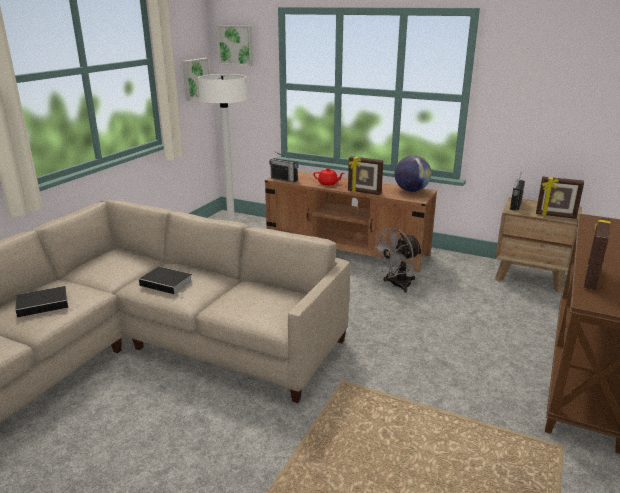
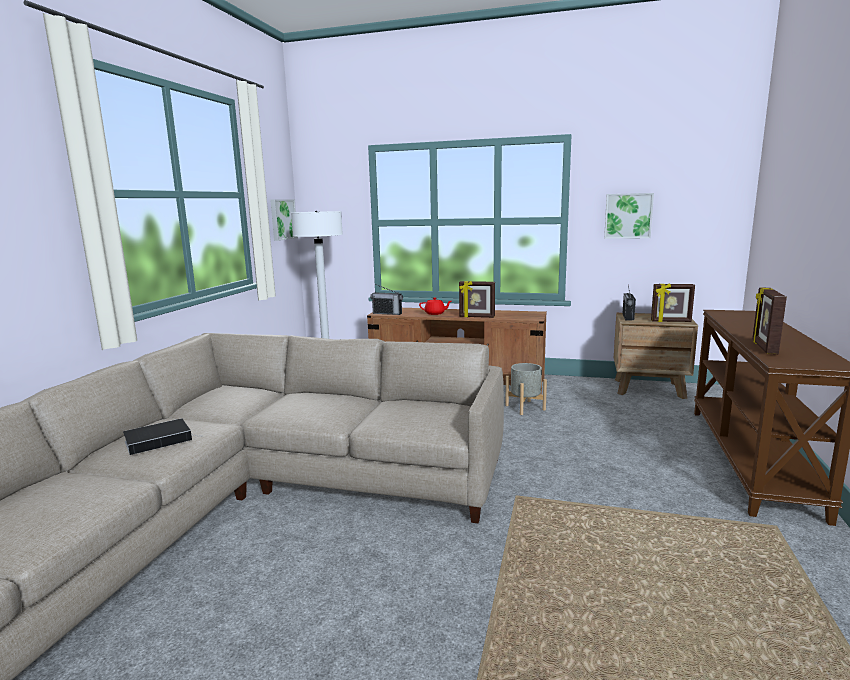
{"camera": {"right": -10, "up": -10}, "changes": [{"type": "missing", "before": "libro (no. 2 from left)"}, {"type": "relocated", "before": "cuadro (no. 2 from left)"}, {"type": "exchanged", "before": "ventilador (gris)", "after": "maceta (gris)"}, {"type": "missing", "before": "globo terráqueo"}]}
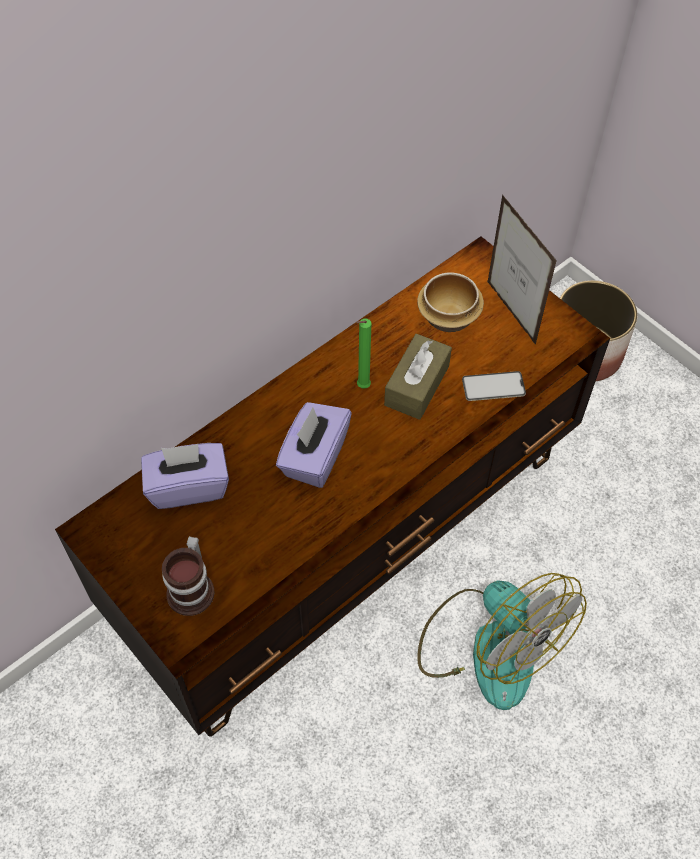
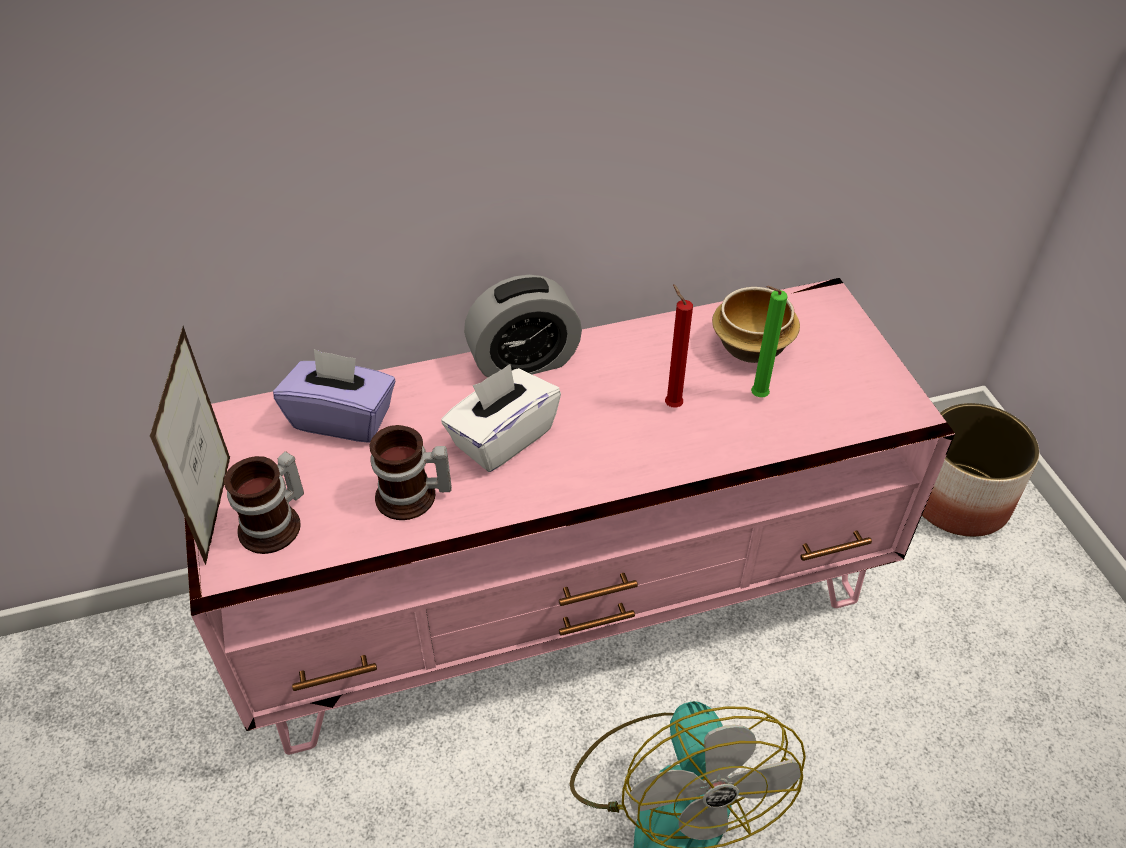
{"camera": {"right": 25, "up": -10}, "changes": [{"type": "colour", "before": "mueble de televisión (marrón)", "after": "mueble de televisión (rosa)"}, {"type": "colour", "before": "caja de pañuelos (morado) (no. 2 from left)", "after": "caja de pañuelos (blanco)"}, {"type": "relocated", "before": "vela (verde)"}, {"type": "exchanged", "before": "caja de pañuelos (marrón)", "after": "vela (rojo)"}, {"type": "missing", "before": "móvil"}, {"type": "relocated", "before": "portarretratos"}, {"type": "appeared", "after": "taza grande (no. 2 from left)"}, {"type": "appeared", "after": "despertador"}]}
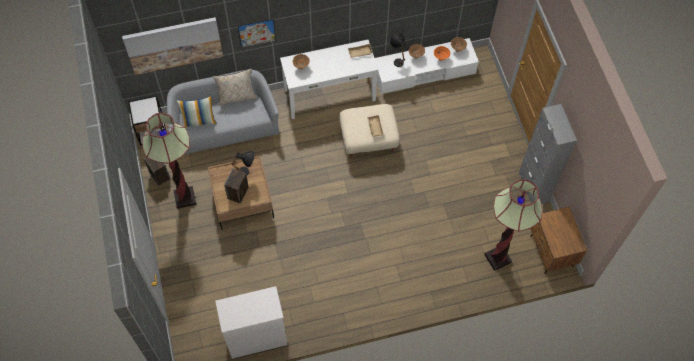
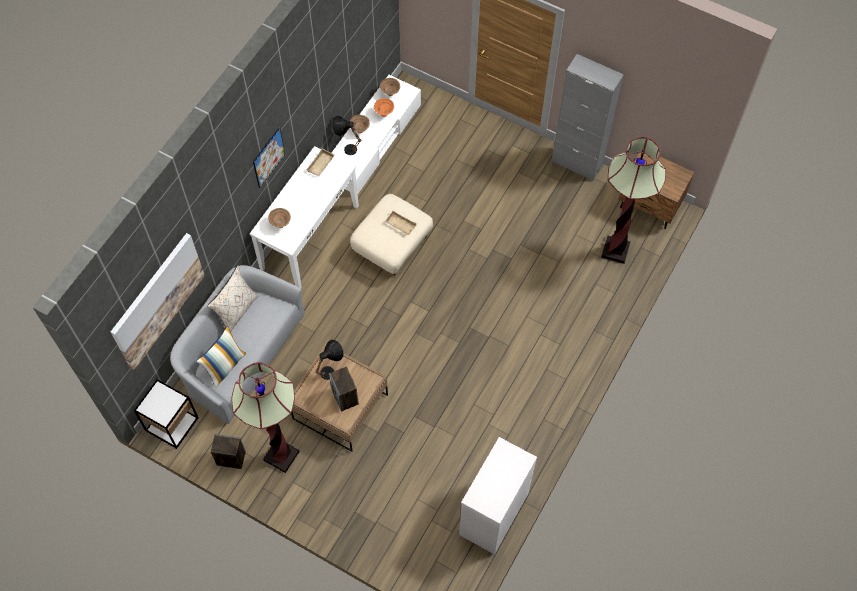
{"camera": {"right": -45, "up": 0}, "changes": [{"type": "relocated", "before": "cuadro (no. 2 from left)"}]}
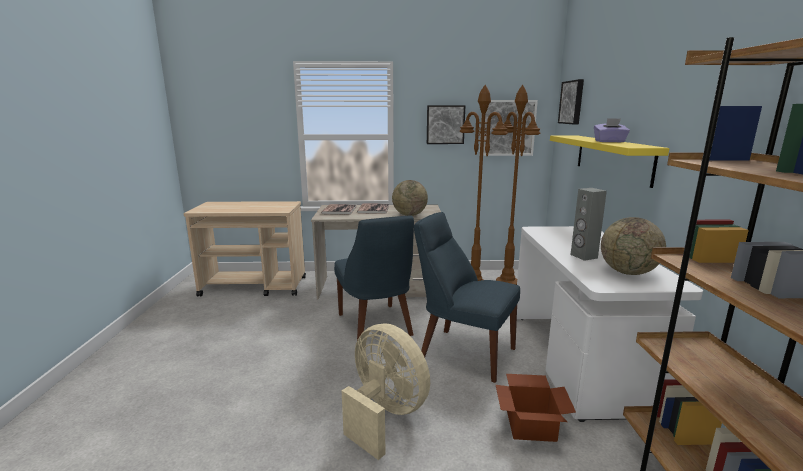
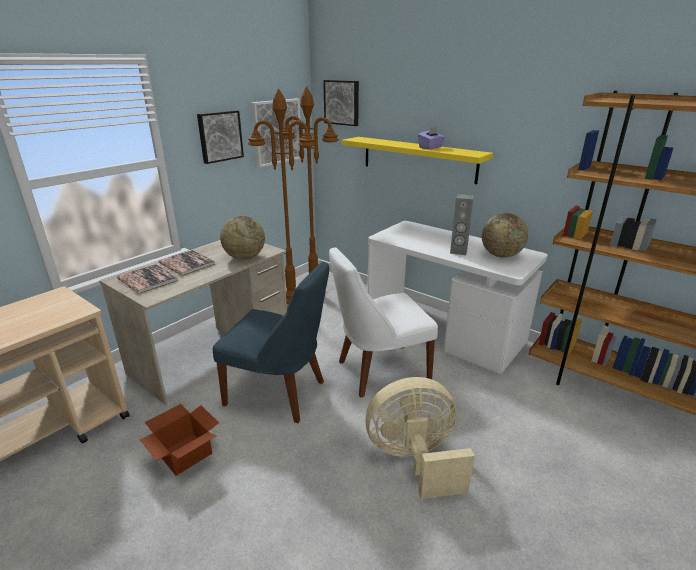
{"camera": {"right": -50, "up": 10}, "changes": [{"type": "colour", "before": "silla (azul) (no. 2 from left)", "after": "silla (blanco)"}, {"type": "relocated", "before": "caja de cartón"}]}
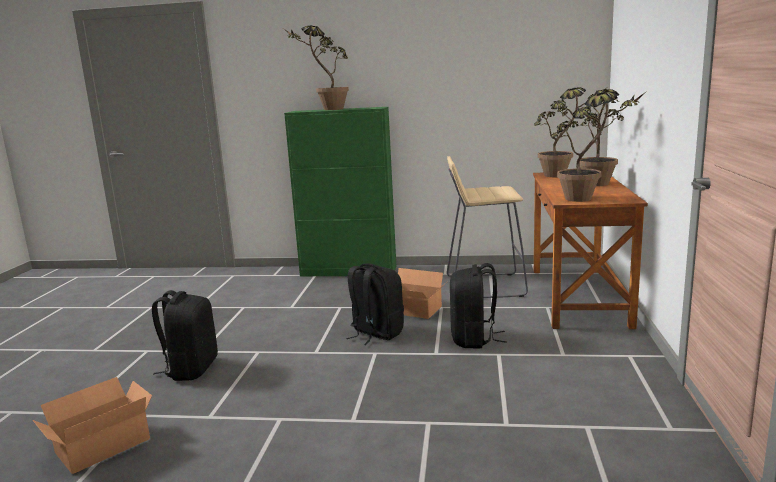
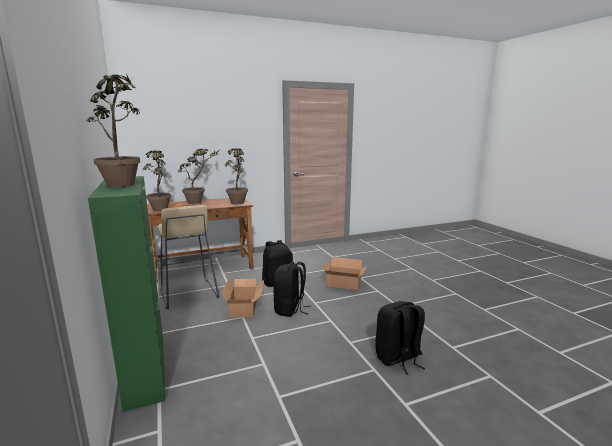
{"camera": {"right": -120, "up": 0}, "changes": [{"type": "relocated", "before": "caja de cartón (no. 1 from left in the first image)", "after": "caja de cartón (no. 2 from left)"}]}
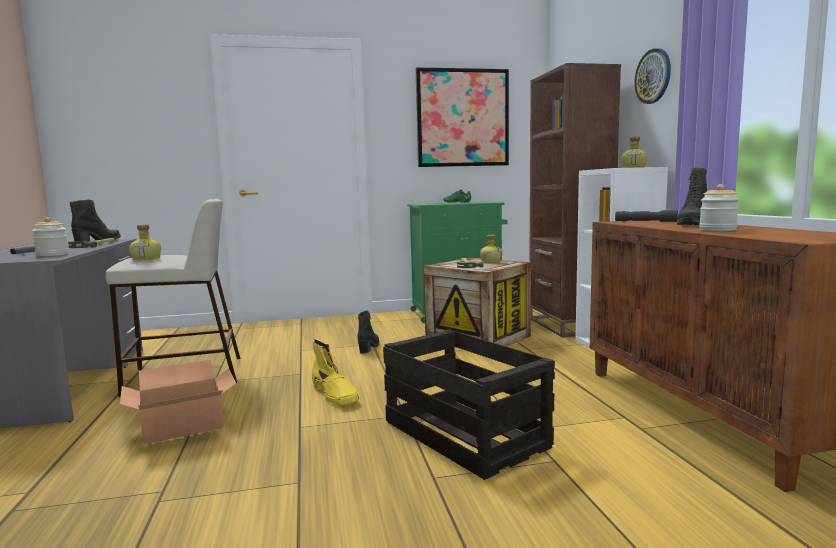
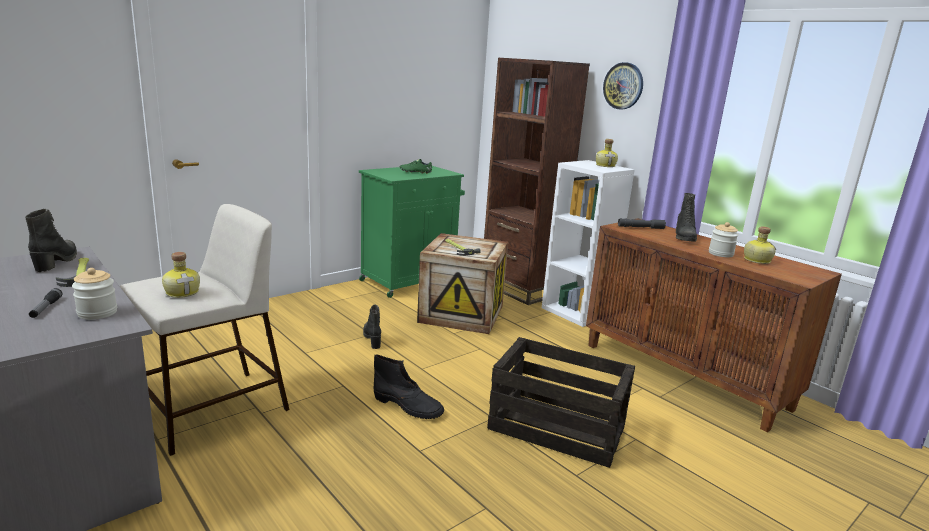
{"camera": {"right": -30, "up": 10}, "changes": [{"type": "missing", "before": "caja de cartón"}, {"type": "colour", "before": "bota (amarillo)", "after": "bota (negro) (no. 3 from left)"}, {"type": "missing", "before": "cuadro"}, {"type": "relocated", "before": "botella (no. 2 from left in the first image)", "after": "botella (no. 3 from left)"}]}
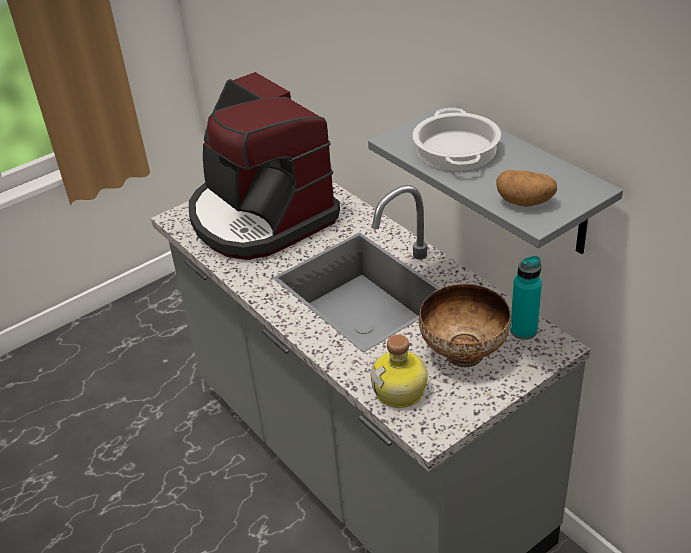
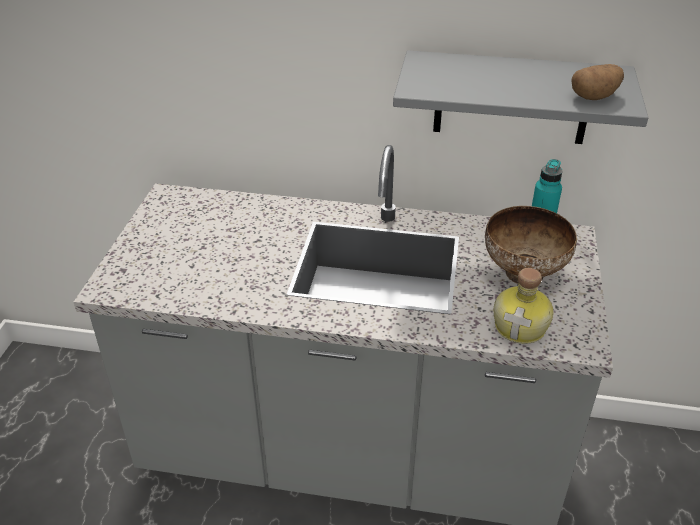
{"camera": {"right": -45, "up": 0}, "changes": [{"type": "missing", "before": "cafetera"}, {"type": "missing", "before": "olla"}]}
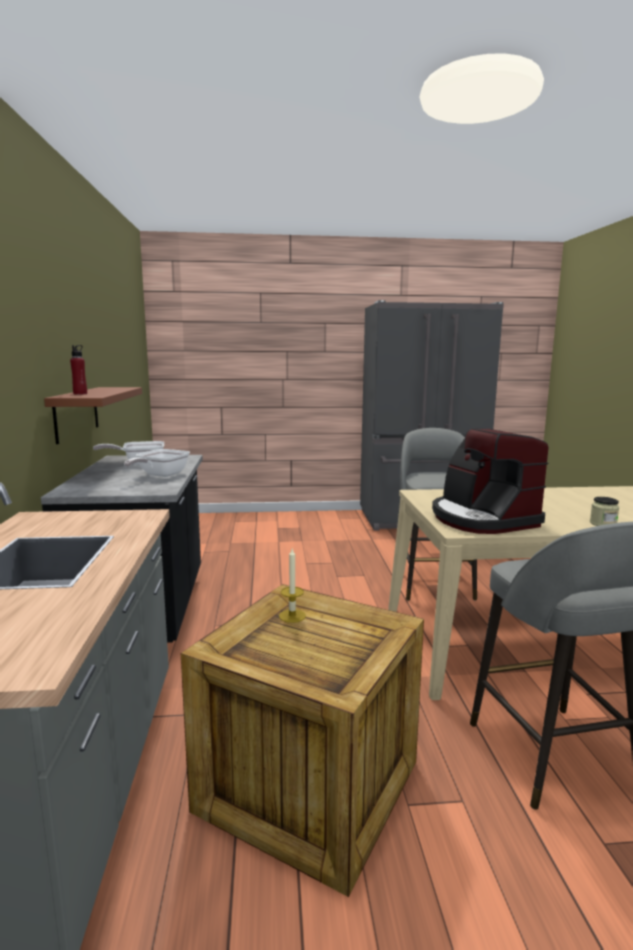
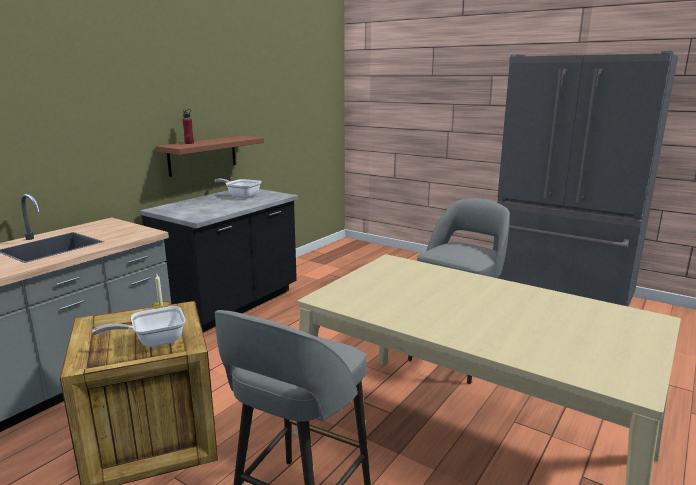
{"camera": {"right": 40, "up": 5}, "changes": [{"type": "relocated", "before": "sartén (no. 2 from left in the first image)", "after": "sartén (no. 1 from left)"}, {"type": "missing", "before": "cafetera"}, {"type": "missing", "before": "tarro"}]}
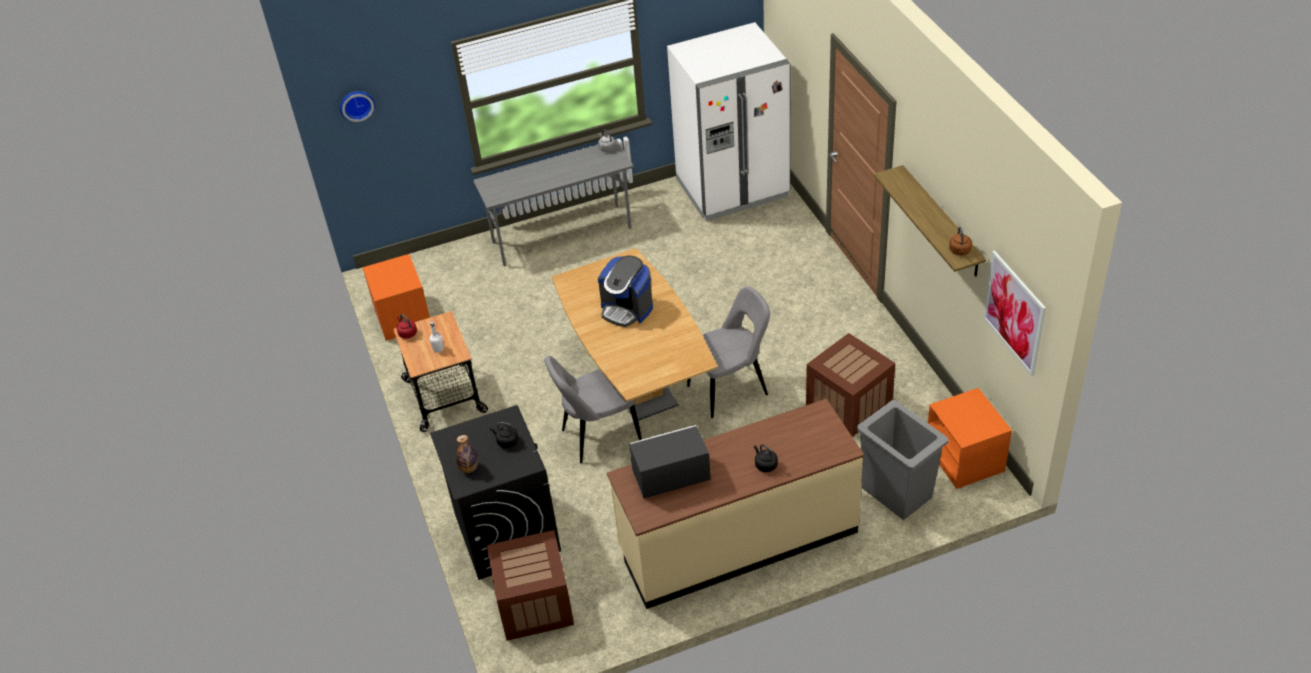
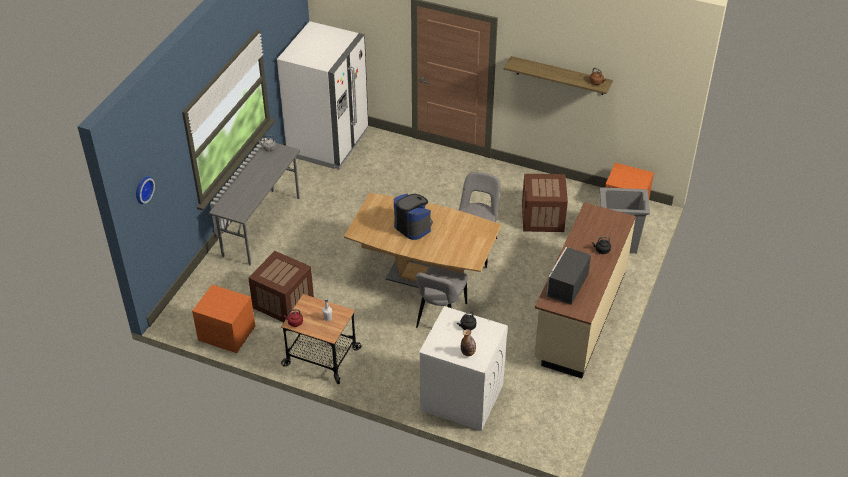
{"camera": {"right": -50, "up": 0}, "changes": [{"type": "colour", "before": "lavadora (negro)", "after": "lavadora (blanco)"}, {"type": "relocated", "before": "caja de embalaje (no. 1 from left)"}, {"type": "spun", "before": "cafetera", "turn": -120}, {"type": "missing", "before": "cuadro"}]}
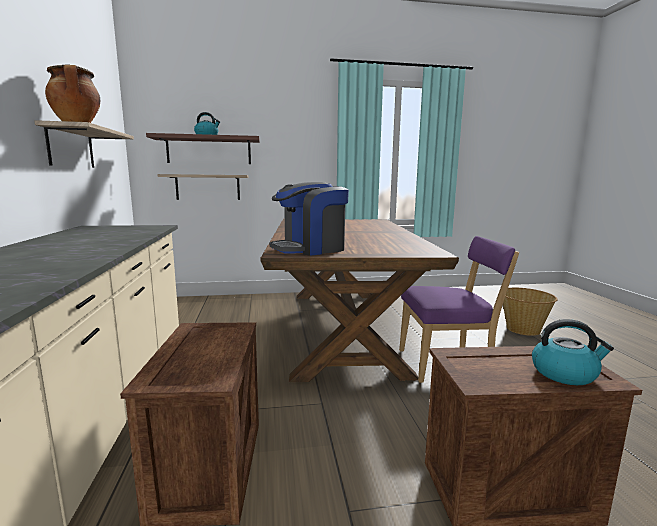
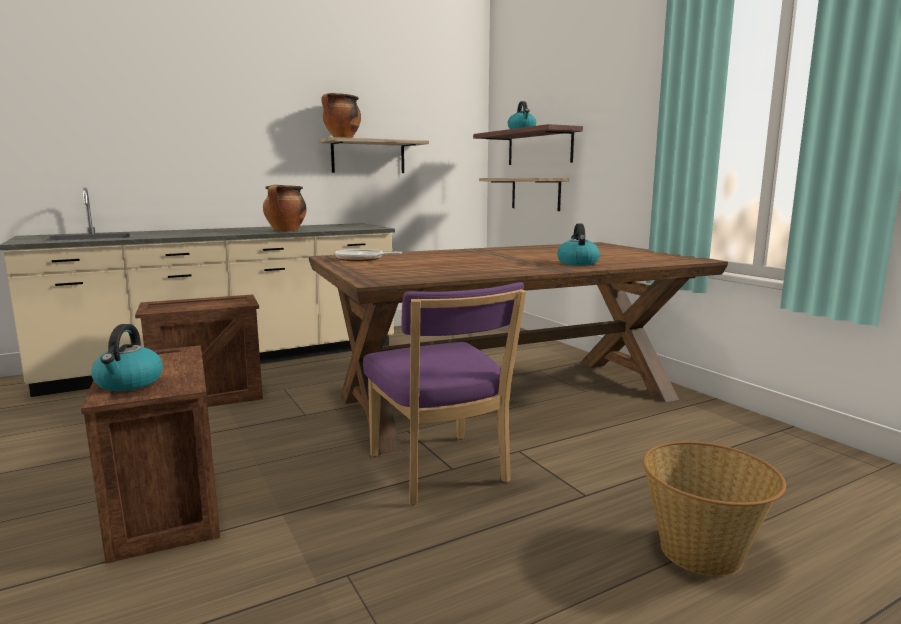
{"camera": {"right": 70, "up": 0}, "changes": [{"type": "exchanged", "before": "cafetera", "after": "sartén"}, {"type": "appeared", "after": "olla (no. 1 from left)"}, {"type": "appeared", "after": "hervidor (no. 3 from left)"}]}
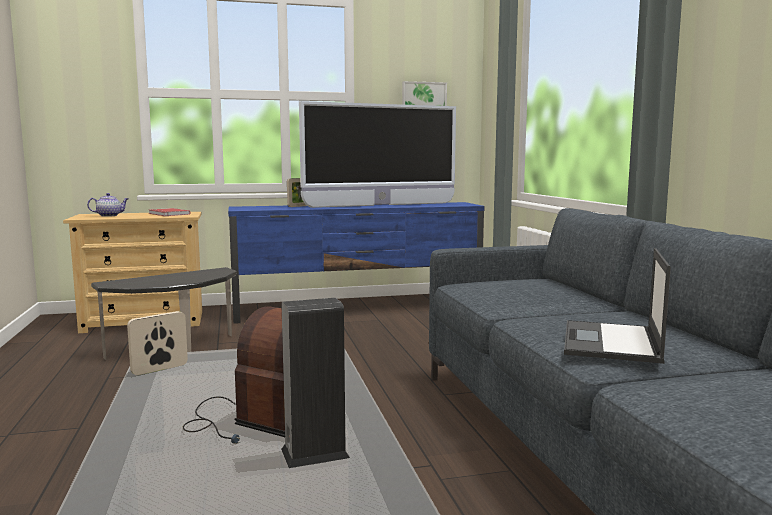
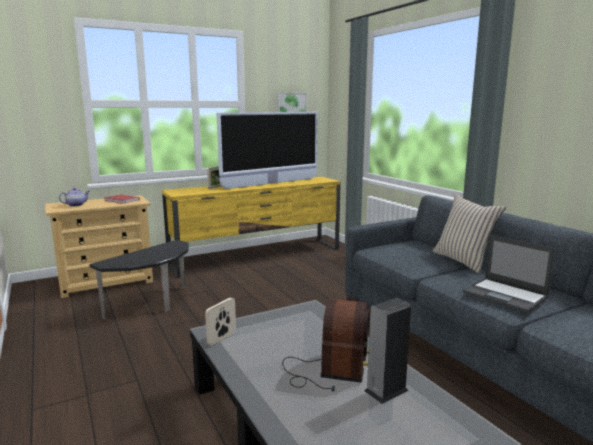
{"camera": {"right": -15, "up": 5}, "changes": [{"type": "colour", "before": "mueble de televisión (azul)", "after": "mueble de televisión (amarillo)"}, {"type": "spun", "before": "portátil", "turn": -45}, {"type": "appeared", "after": "cojín (beis)"}]}
